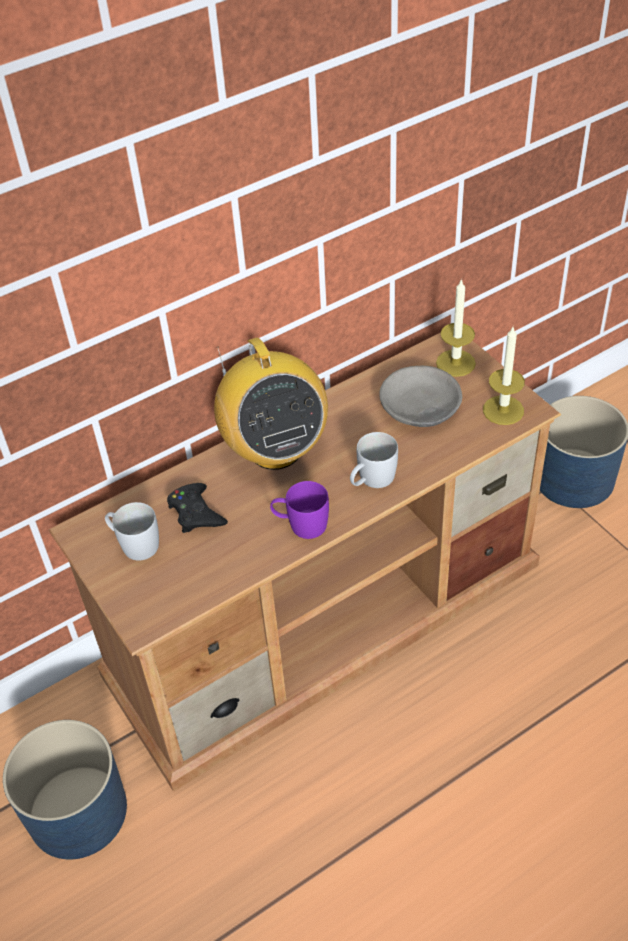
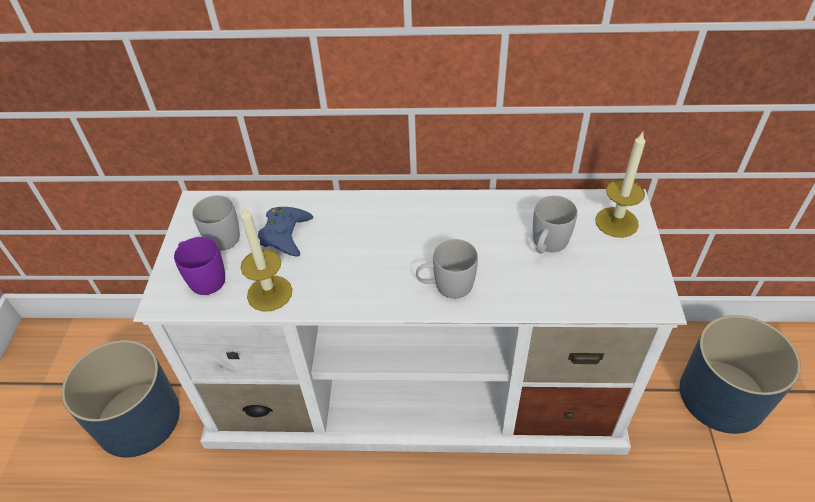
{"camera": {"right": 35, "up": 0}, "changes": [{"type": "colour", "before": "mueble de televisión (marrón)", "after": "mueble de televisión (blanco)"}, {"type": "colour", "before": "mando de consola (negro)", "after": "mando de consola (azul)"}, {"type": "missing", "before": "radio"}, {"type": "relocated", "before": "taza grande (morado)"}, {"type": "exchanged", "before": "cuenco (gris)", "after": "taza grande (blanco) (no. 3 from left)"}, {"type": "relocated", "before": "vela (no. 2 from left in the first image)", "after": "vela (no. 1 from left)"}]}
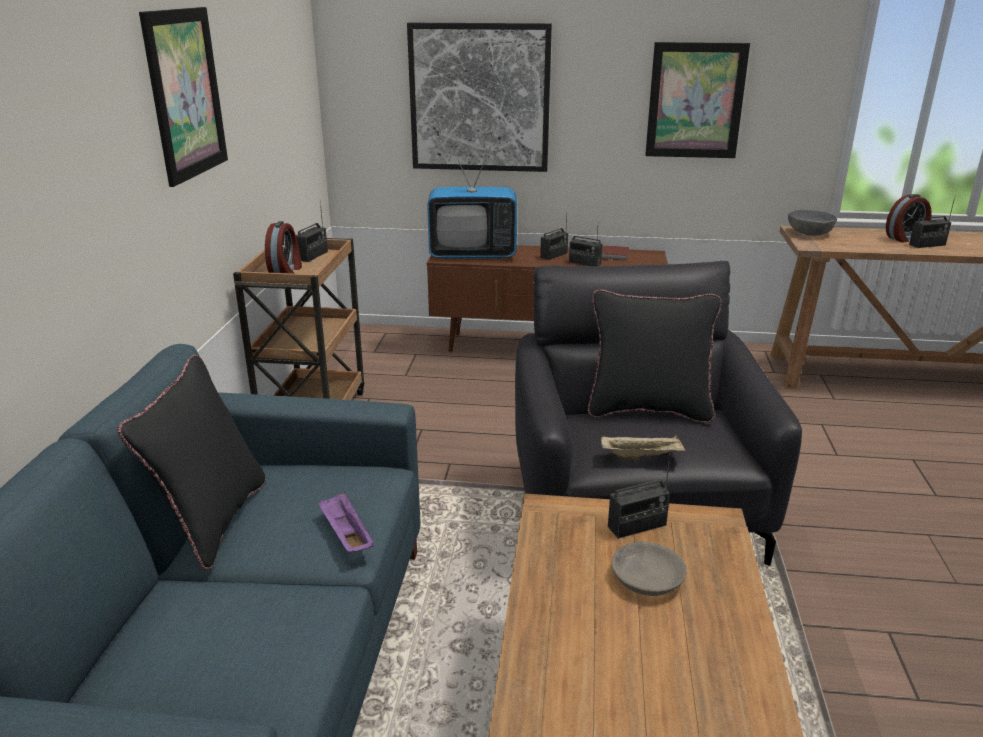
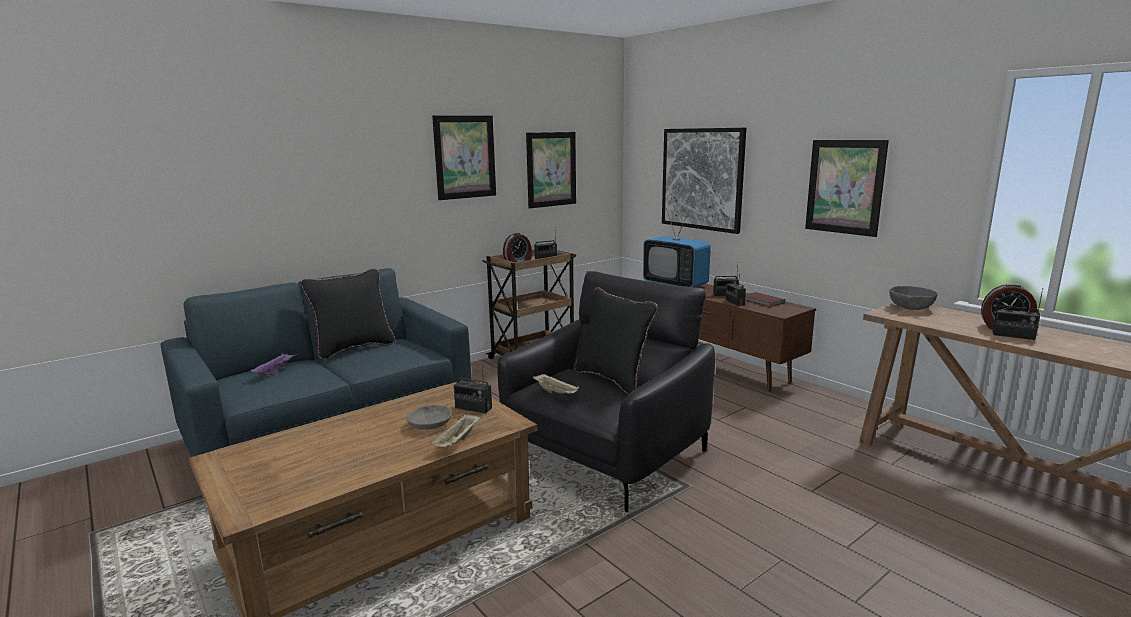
{"camera": {"right": 45, "up": -10}, "changes": [{"type": "relocated", "before": "bandeja (morado)"}, {"type": "appeared", "after": "bandeja (beis) (no. 1 from left)"}, {"type": "appeared", "after": "cuadro (no. 2 from left)"}]}
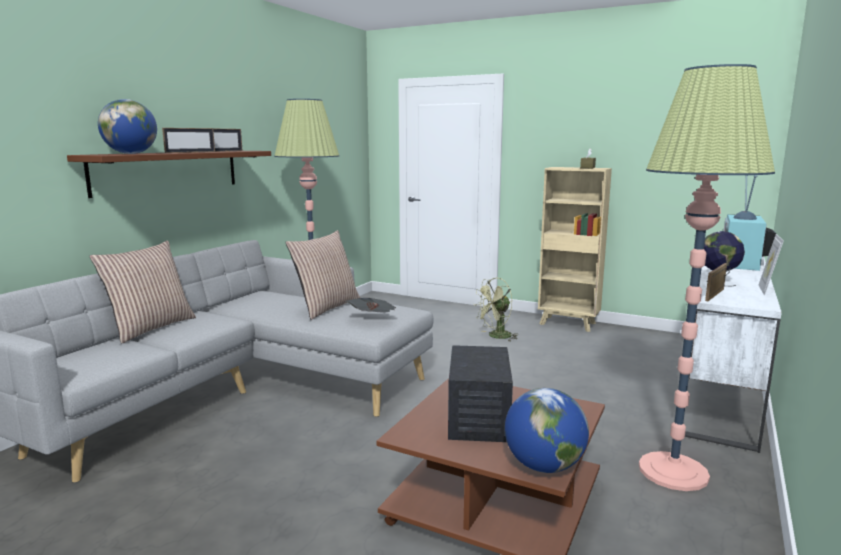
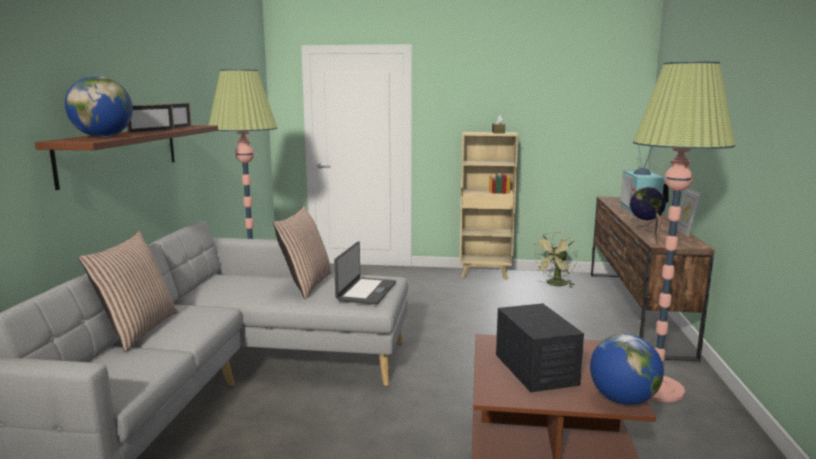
{"camera": {"right": -20, "up": 0}, "changes": [{"type": "exchanged", "before": "periódico", "after": "portátil"}, {"type": "relocated", "before": "ventilador (verde)"}, {"type": "colour", "before": "mueble de televisión (blanco)", "after": "mueble de televisión (marrón)"}]}
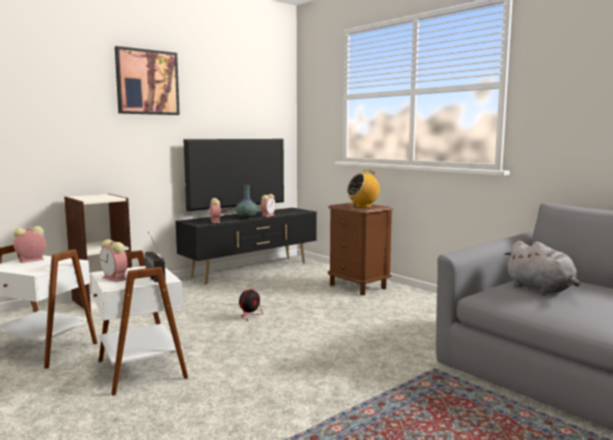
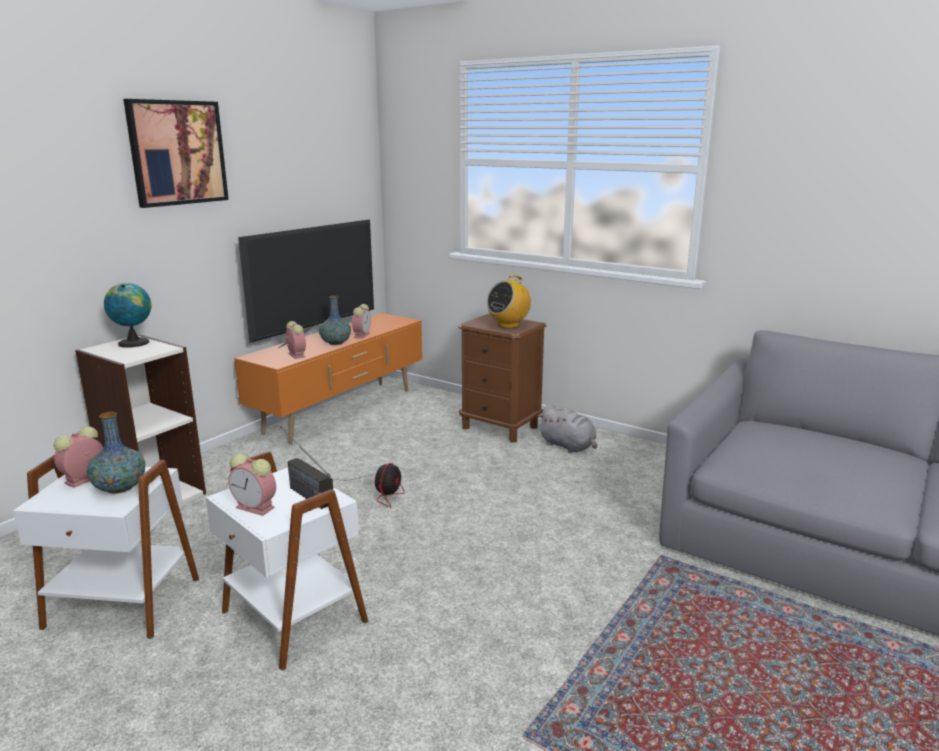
{"camera": {"right": -15, "up": 10}, "changes": [{"type": "colour", "before": "mueble de televisión (negro)", "after": "mueble de televisión (naranja)"}, {"type": "relocated", "before": "peluche (gris)"}, {"type": "appeared", "after": "florero (no. 1 from left)"}, {"type": "appeared", "after": "globo terráqueo"}]}
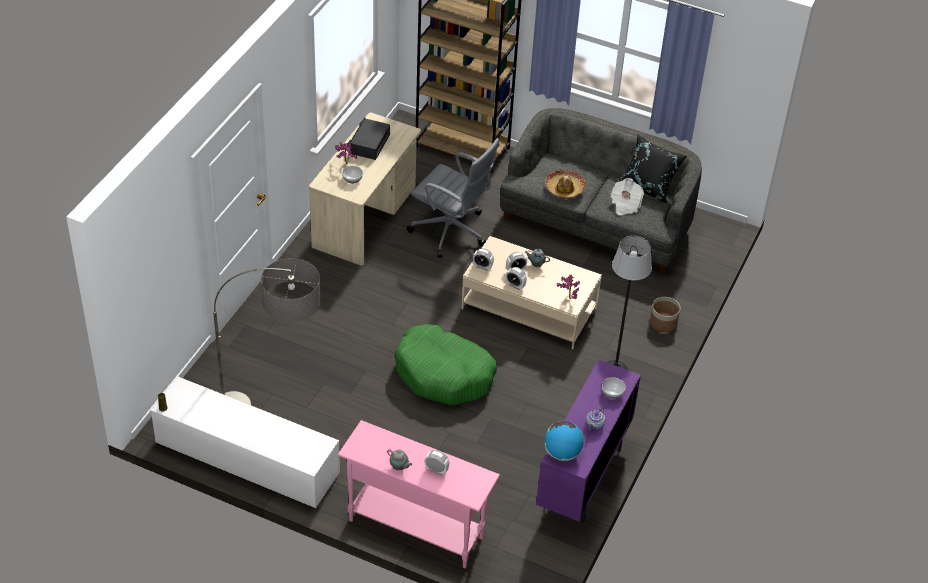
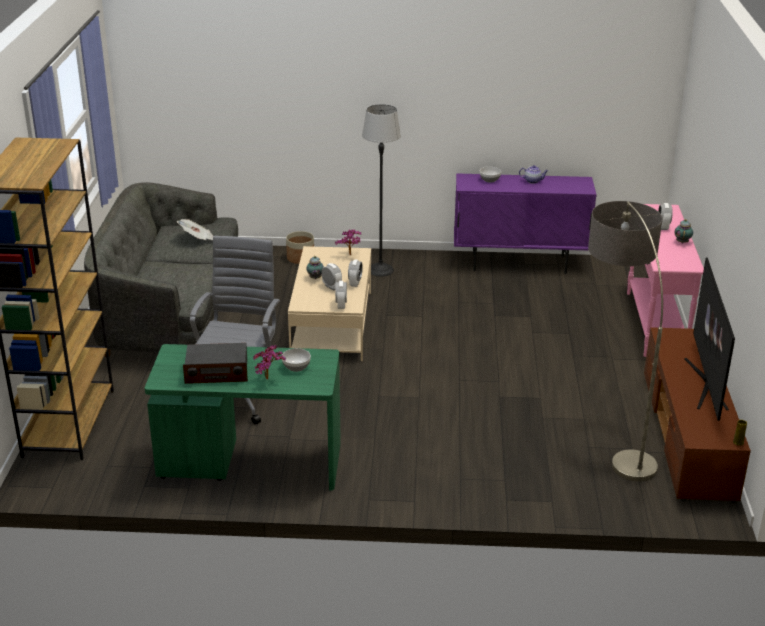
{"camera": {"right": -110, "up": -15}, "changes": [{"type": "colour", "before": "mueble de televisión (blanco)", "after": "mueble de televisión (marrón)"}, {"type": "colour", "before": "escritorio (beis)", "after": "escritorio (verde)"}, {"type": "missing", "before": "cama para perro (verde)"}, {"type": "missing", "before": "sombrero"}, {"type": "missing", "before": "globo terráqueo"}, {"type": "missing", "before": "cojín (negro)"}, {"type": "appeared", "after": "televisor"}]}
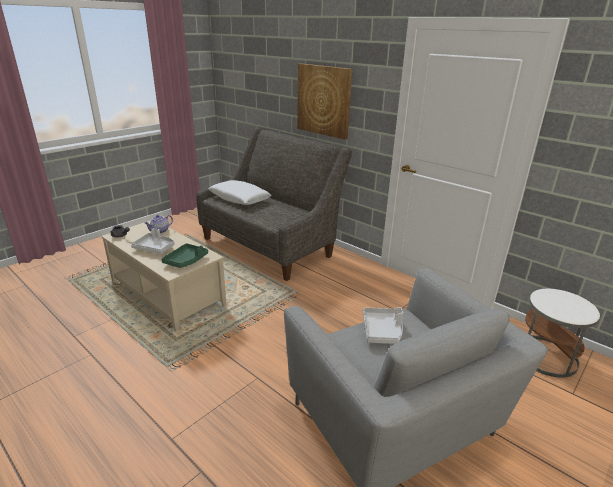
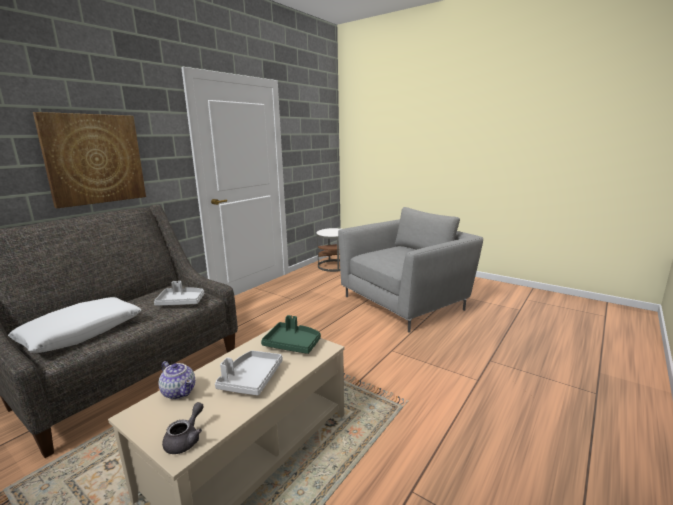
{"camera": {"right": -95, "up": -10}, "changes": [{"type": "relocated", "before": "bandeja (gris) (no. 2 from left in the first image)", "after": "bandeja (gris) (no. 1 from left)"}]}
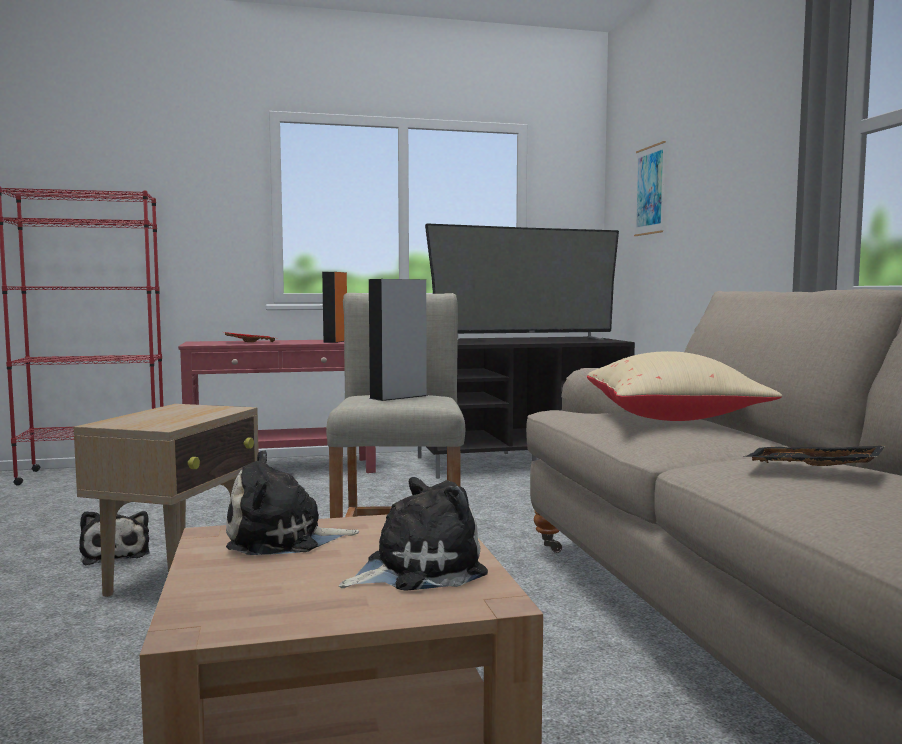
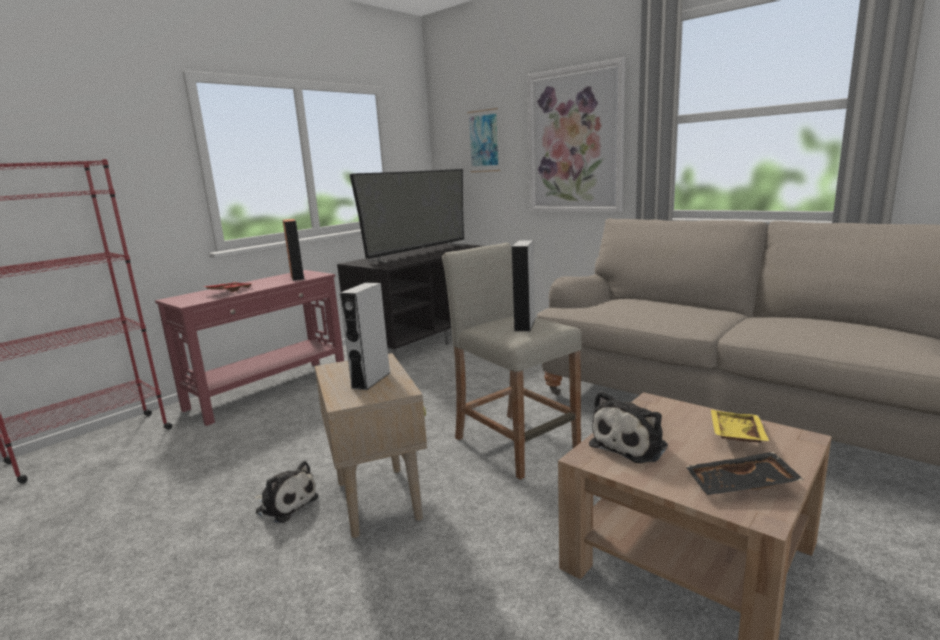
{"camera": {"right": -35, "up": 10}, "changes": [{"type": "exchanged", "before": "peluche (no. 3 from left)", "after": "bandeja (amarillo)"}, {"type": "missing", "before": "cojín (beis)"}, {"type": "relocated", "before": "bandeja (negro)"}, {"type": "appeared", "after": "altavoz (gris) (no. 1 from left)"}, {"type": "appeared", "after": "cuadro (no. 2 from left)"}]}
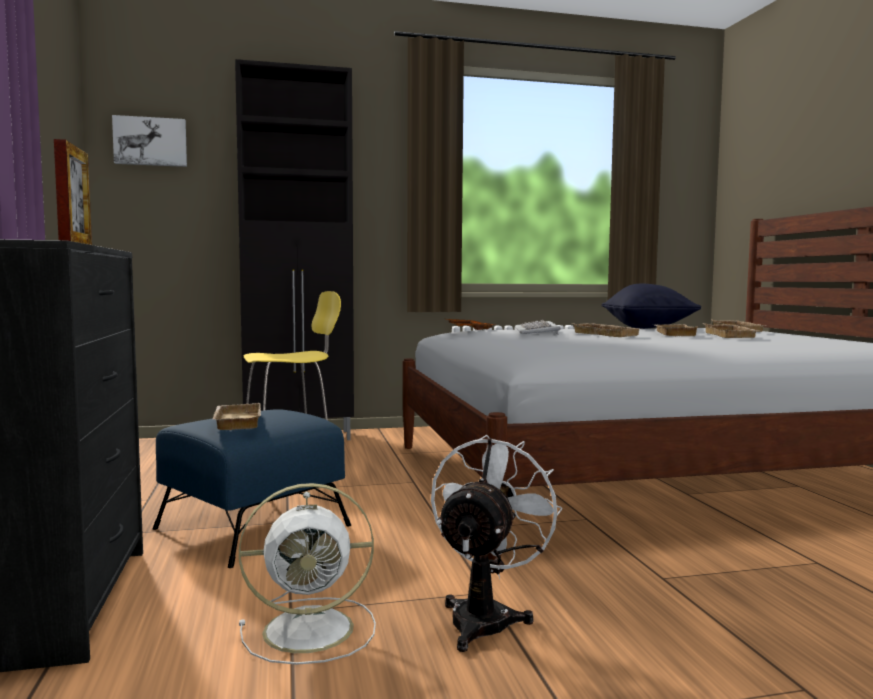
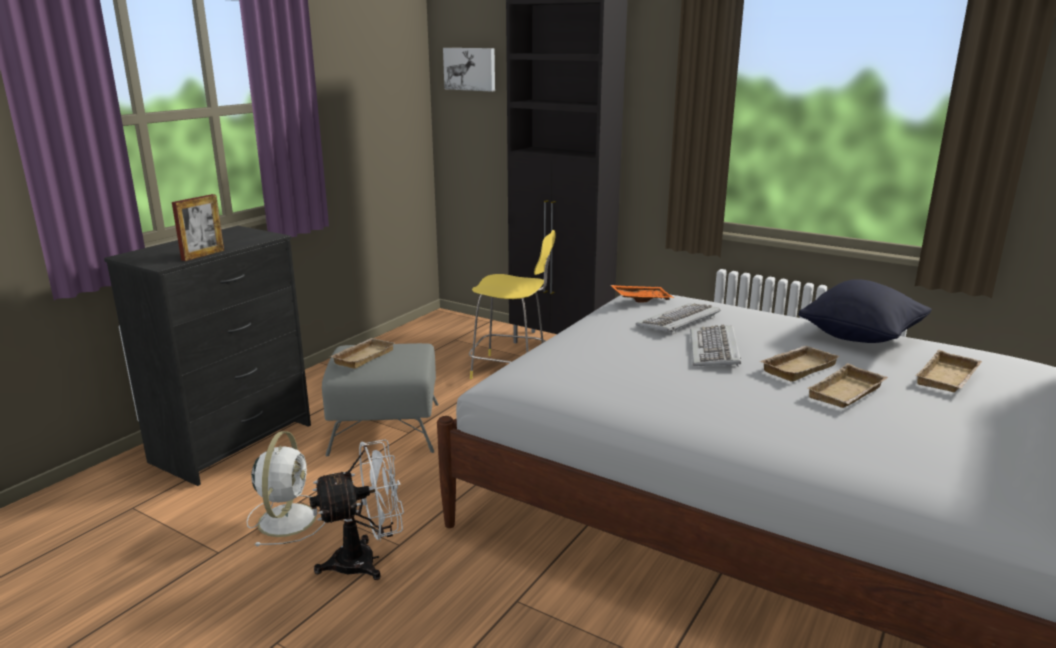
{"camera": {"right": 45, "up": 15}, "changes": [{"type": "colour", "before": "puf (azul)", "after": "puf (gris)"}, {"type": "spun", "before": "ventilador (blanco) (no. 1 from left)", "turn": -120}, {"type": "exchanged", "before": "bandeja (beis) (no. 2 from left)", "after": "teclado (no. 2 from left)"}]}
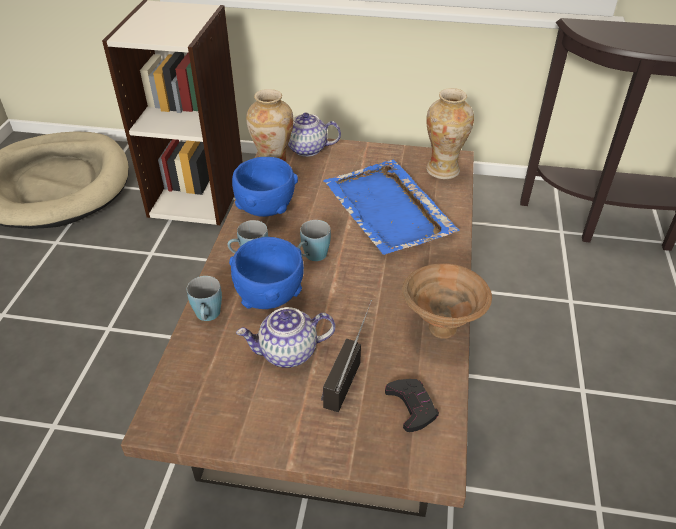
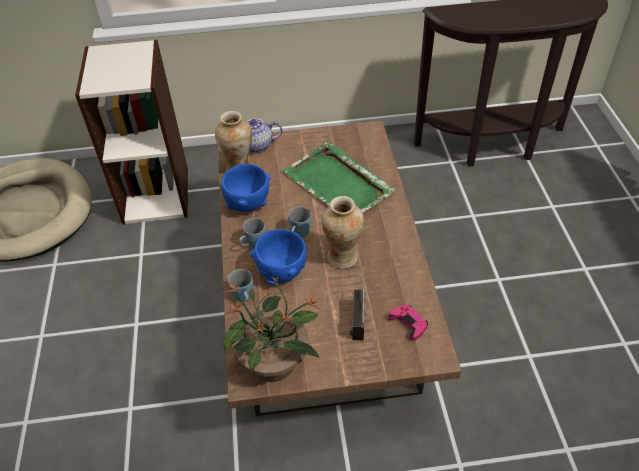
{"camera": {"right": -15, "up": 5}, "changes": [{"type": "missing", "before": "tetera (no. 1 from left)"}, {"type": "colour", "before": "bandeja (azul)", "after": "bandeja (verde)"}, {"type": "colour", "before": "mando de consola (negro)", "after": "mando de consola (rosa)"}, {"type": "missing", "before": "cuenco (marrón)"}, {"type": "relocated", "before": "florero (no. 2 from left)"}, {"type": "appeared", "after": "planta en maceta"}]}
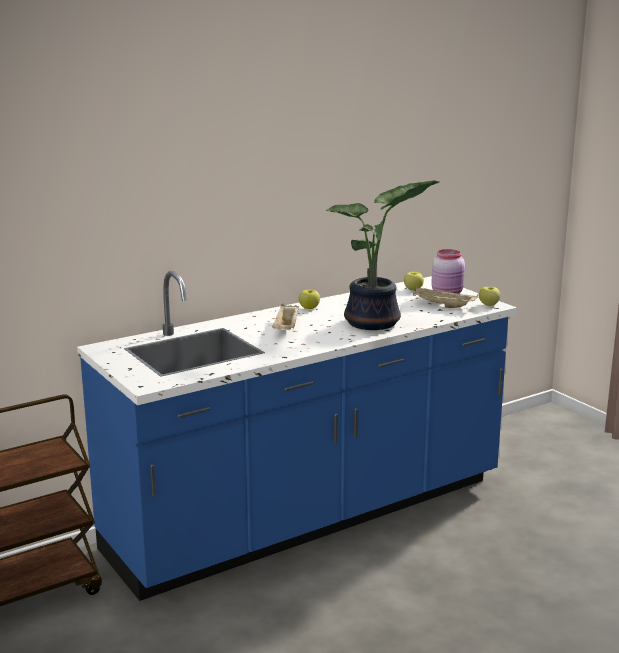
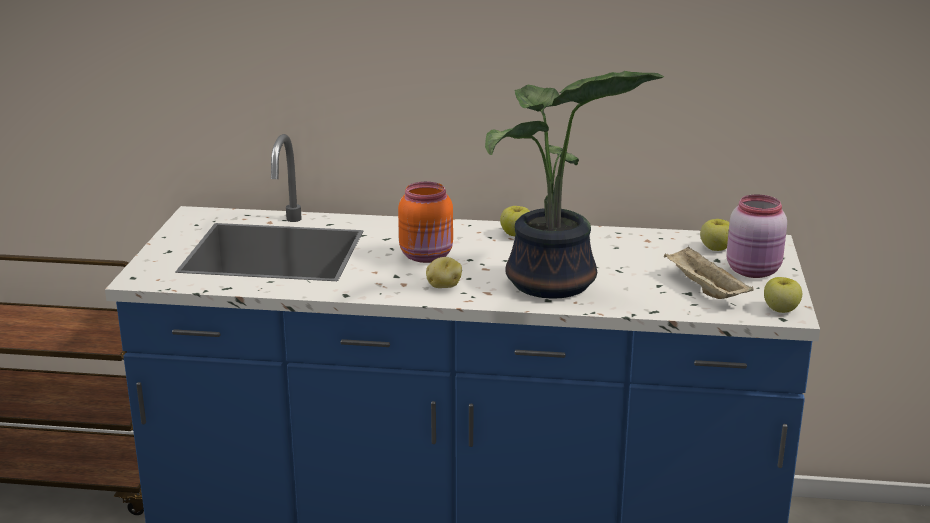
{"camera": {"right": 40, "up": 5}, "changes": [{"type": "exchanged", "before": "bandeja (beis) (no. 1 from left)", "after": "tarro (naranja)"}, {"type": "appeared", "after": "patata"}]}
